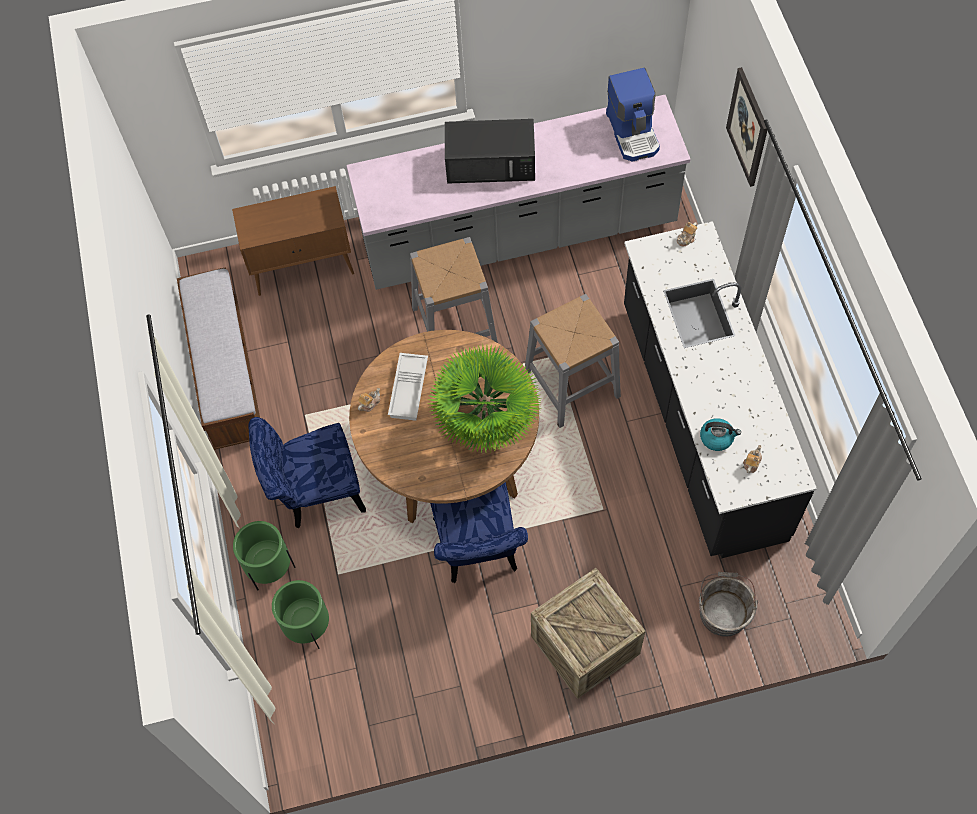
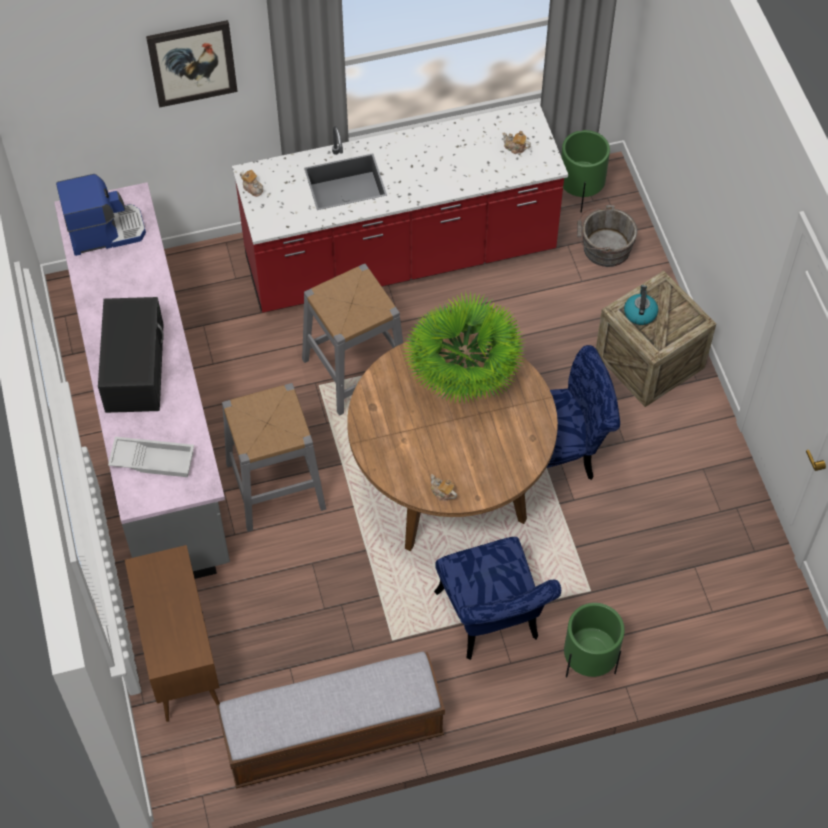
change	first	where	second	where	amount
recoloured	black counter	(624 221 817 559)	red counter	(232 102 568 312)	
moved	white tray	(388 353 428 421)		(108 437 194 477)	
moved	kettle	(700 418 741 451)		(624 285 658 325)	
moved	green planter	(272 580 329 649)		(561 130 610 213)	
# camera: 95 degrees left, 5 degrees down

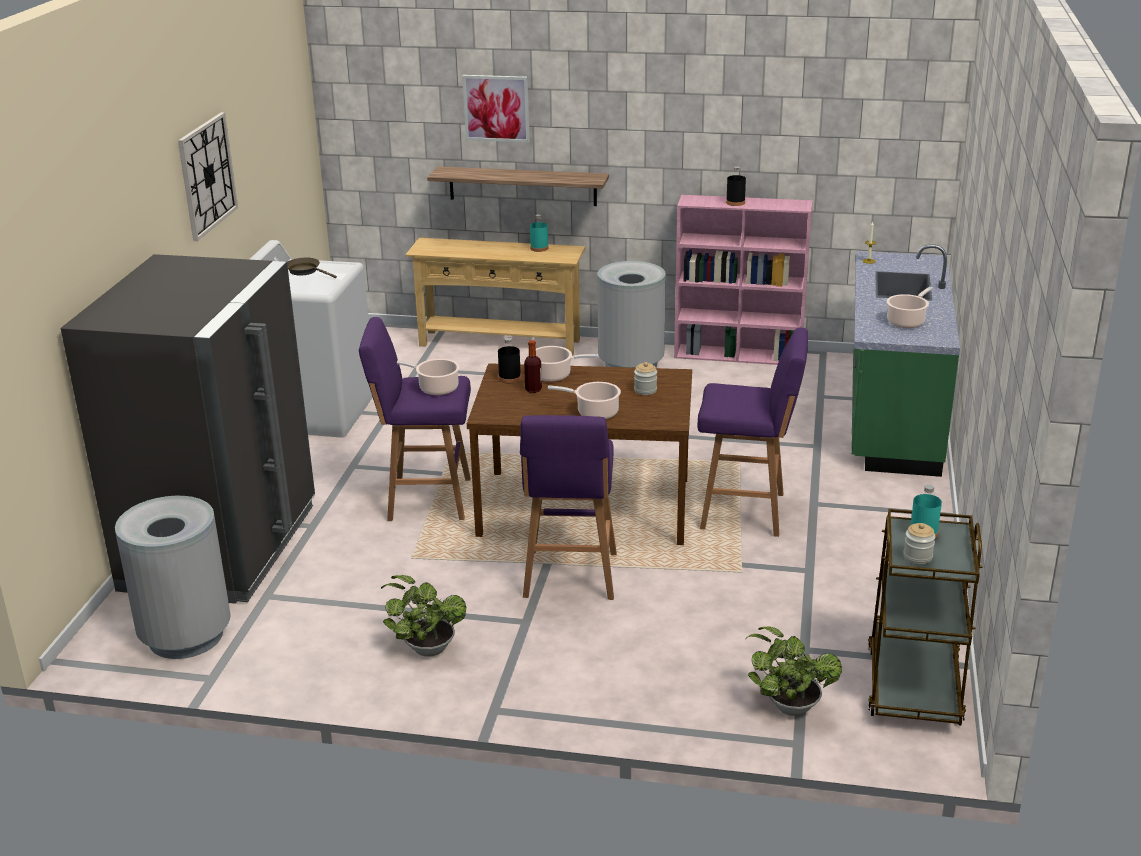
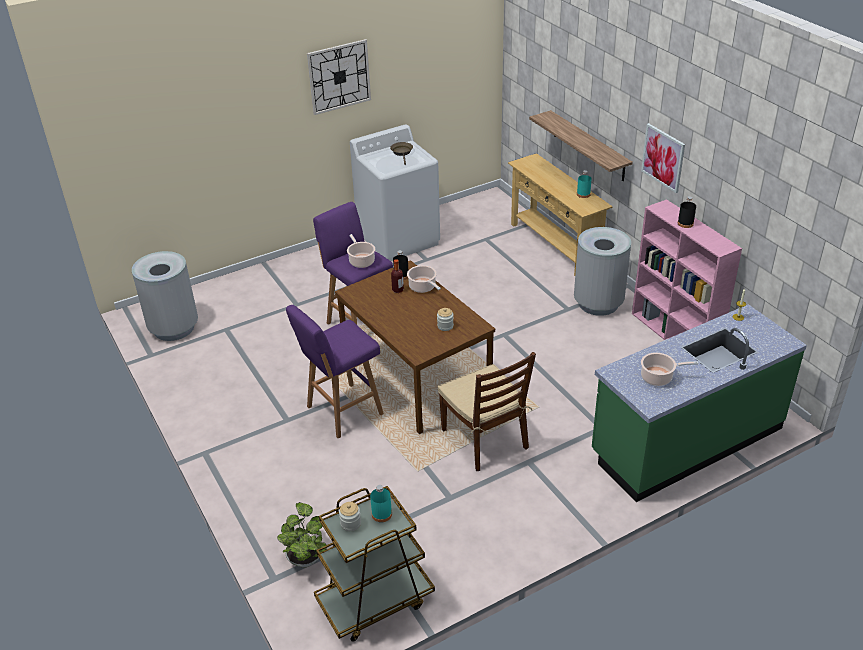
change	first	where	second	where	amount
moved	picture	(462 75 530 143)		(641 123 685 193)	
removed	grey fridge	(61 254 315 604)			
replaced	purple stool	(697 328 808 537)	brown chair	(438 352 536 471)	
removed	cooking pot	(548 382 621 419)			
removed	potted plant	(381 575 466 657)			
# camera: 50 degrees right, 10 degrees up

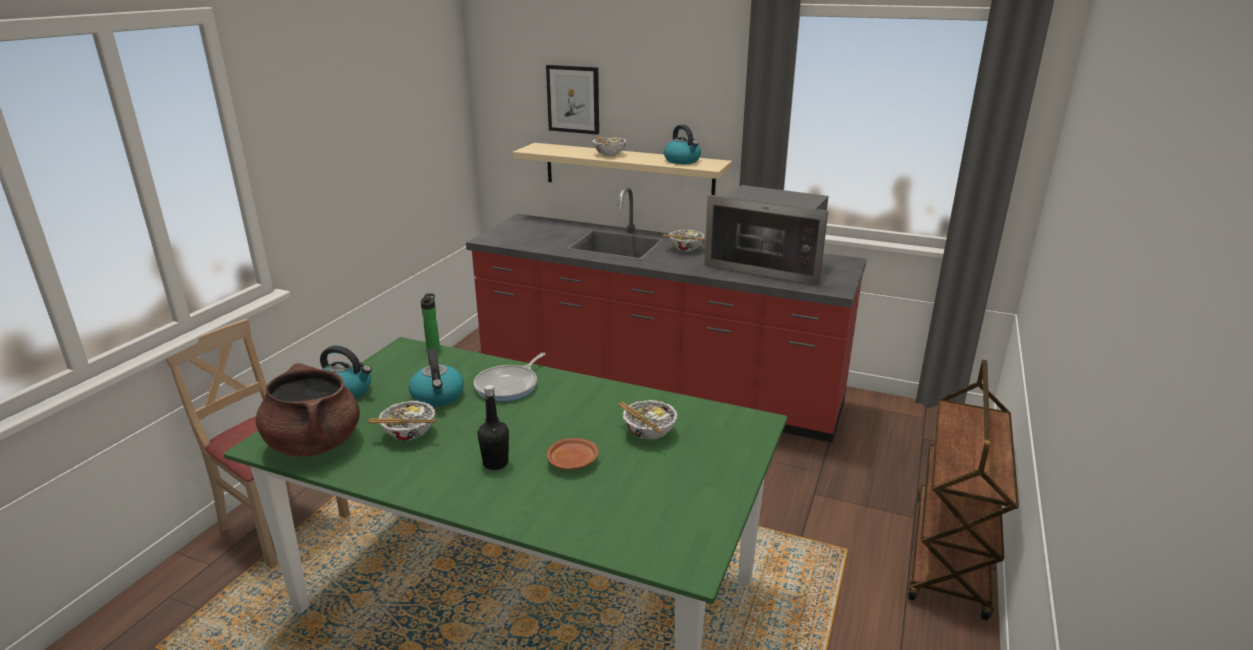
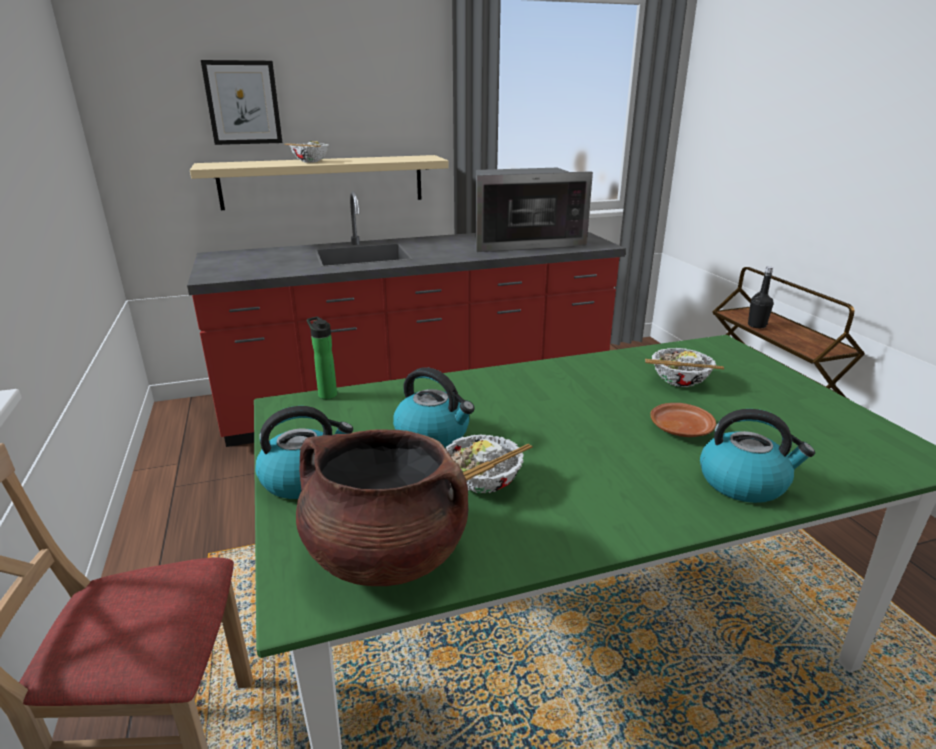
change	first	where	second	where	amount
moved	kettle	(664 125 701 164)		(700 409 815 503)	
removed	bowl	(662 230 705 252)			
removed	frying pan	(474 353 546 402)			
moved	black bottle	(477 385 509 470)		(748 266 773 328)	
# camera: 40 degrees left, 0 degrees up

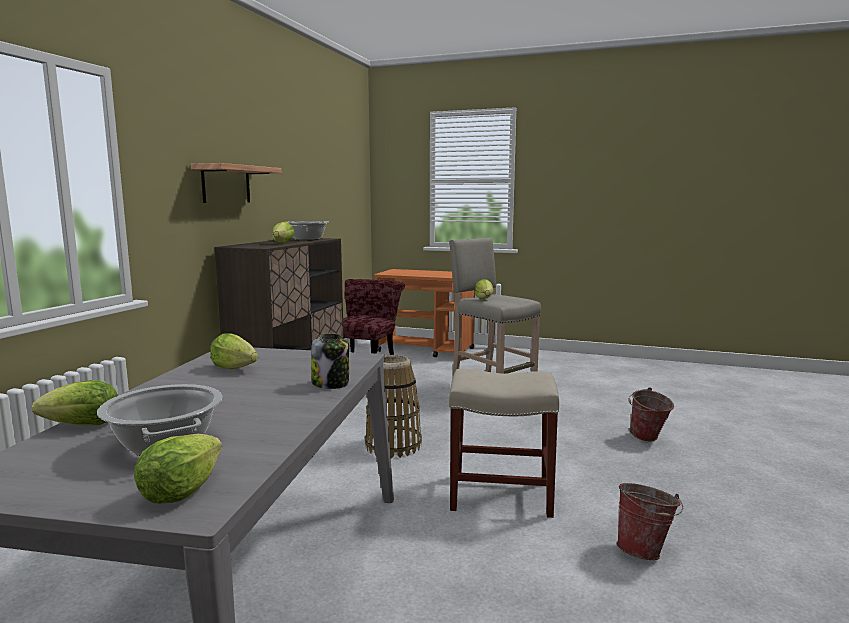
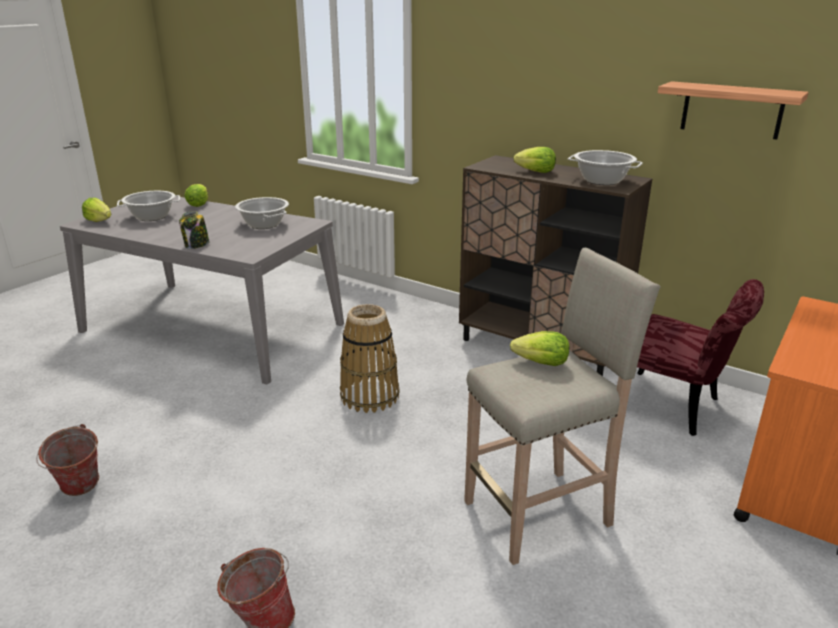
change	first	where	second	where	amount
moved	shelf	(191 163 282 203)		(658 81 809 140)	
replaced	lettuce	(210 334 258 369)	cooking pot	(235 197 289 229)	
removed	beige stool	(449 369 559 518)			
# camera: 105 degrees right, 15 degrees up

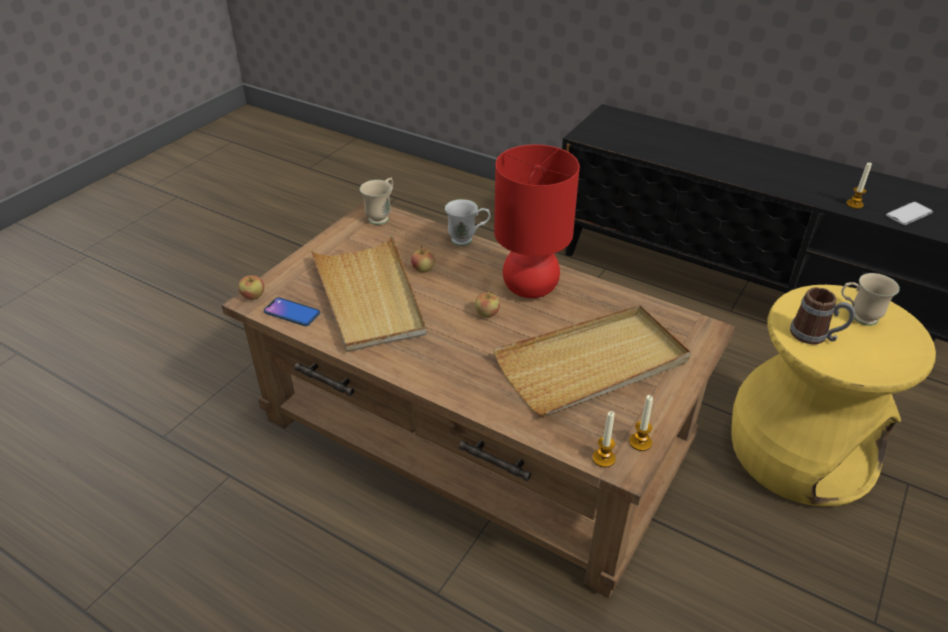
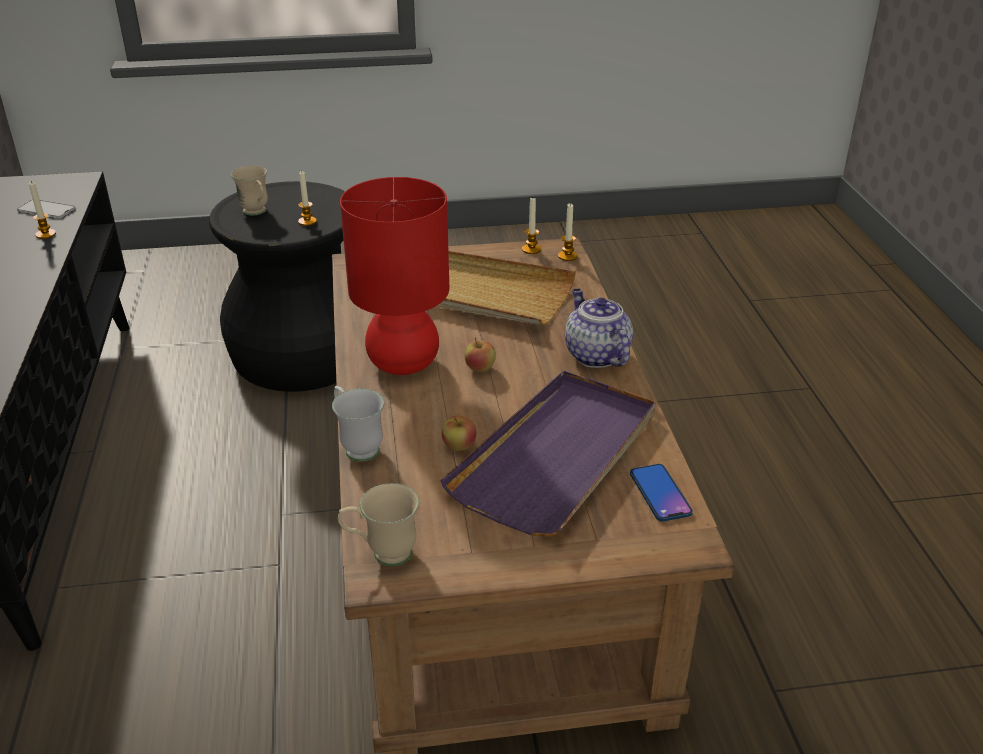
change	first	where	second	where	amount
recoloured	beige tray	(310 234 426 352)	purple tray	(440 371 656 537)	
removed	apple	(238 275 264 300)			
recoloured	yellow stool	(731 285 936 507)	black stool	(209 181 345 392)	
replaced	mug	(790 287 855 344)	candle	(298 171 317 226)	
added			teapot	(565 289 633 368)	
# camera: 130 degrees left, 5 degrees down

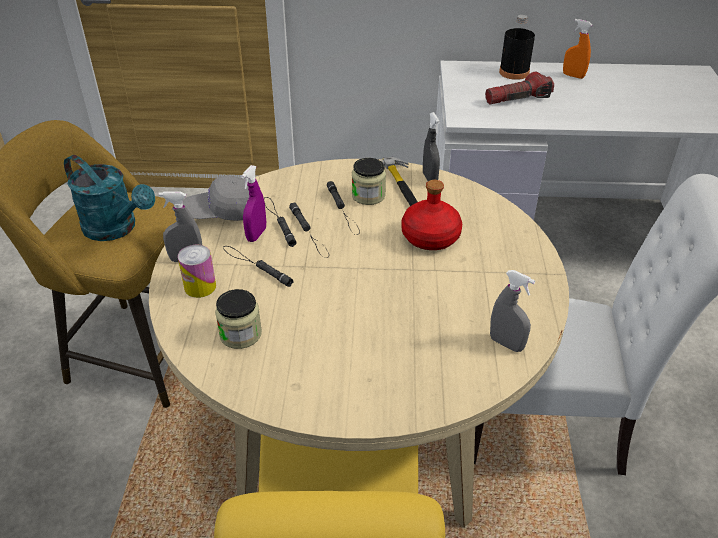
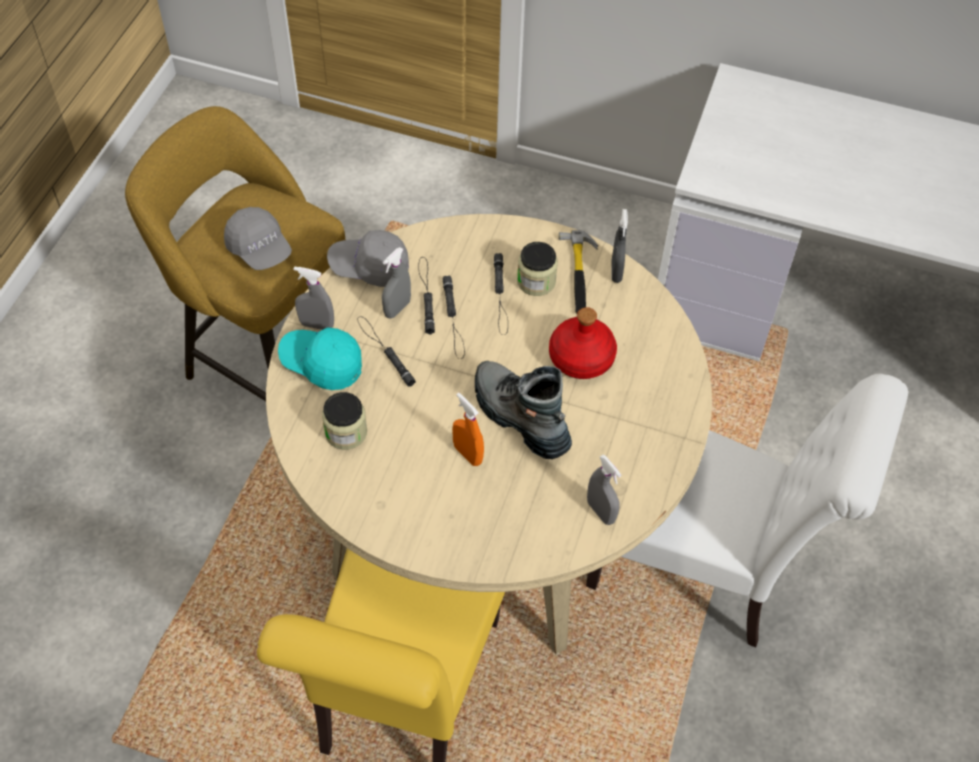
change	first	where	second	where	amount
removed	black bottle	(499 15 535 80)			
moved	orange spray bottle	(563 19 592 79)		(452 393 484 466)	
removed	flashlight	(485 72 554 105)			
replaced	turquoise watering can	(64 155 155 241)	grey cap	(224 207 292 270)	
recoloured	purple spray bottle	(241 165 266 242)	grey spray bottle	(382 247 411 319)	
replaced	can	(178 245 216 298)	turquoise cap	(278 327 362 390)	
added			boot	(475 361 572 459)	
# camera: 15 degrees right, 15 degrees up

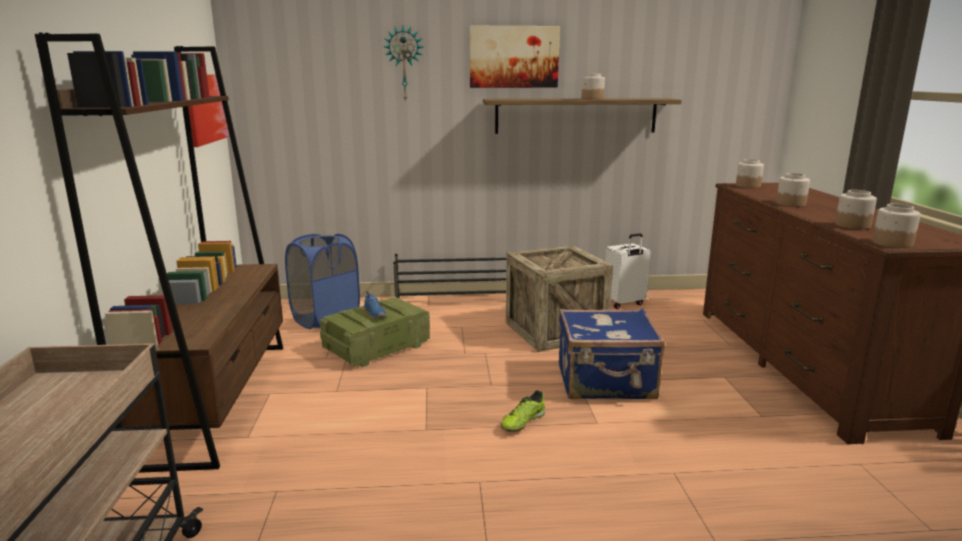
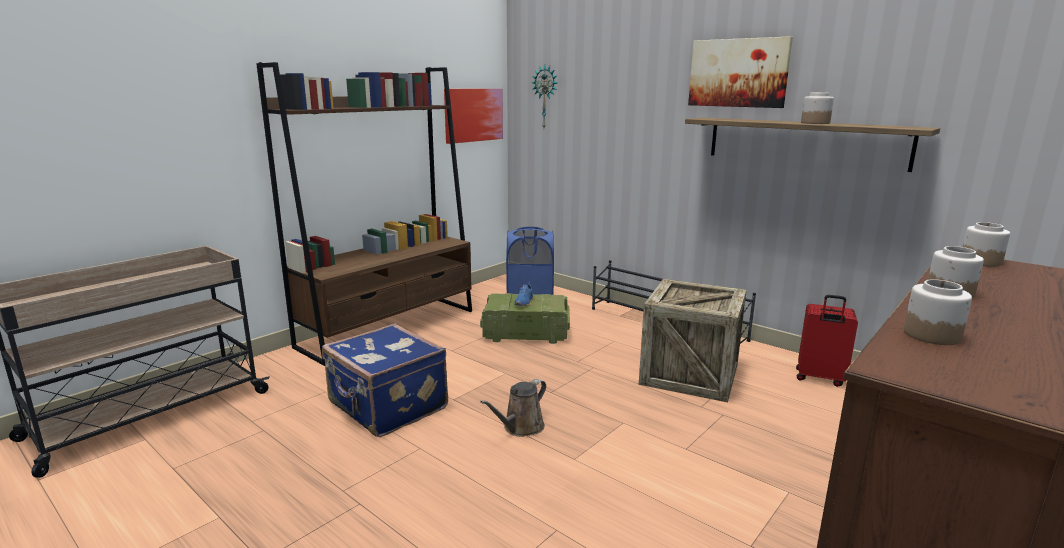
change	first	where	second	where	amount
moved	wall clock	(384 26 423 102)		(531 65 558 128)	
removed	jar	(872 204 921 248)			
recoloured	white suitcase	(605 233 651 309)	red suitcase	(796 295 858 387)	
moved	blue suitcase	(559 309 665 399)		(322 324 448 437)	
replaced	shoe	(501 390 545 432)	brown watering can	(480 379 546 437)	
# camera: 45 degrees right, 0 degrees up

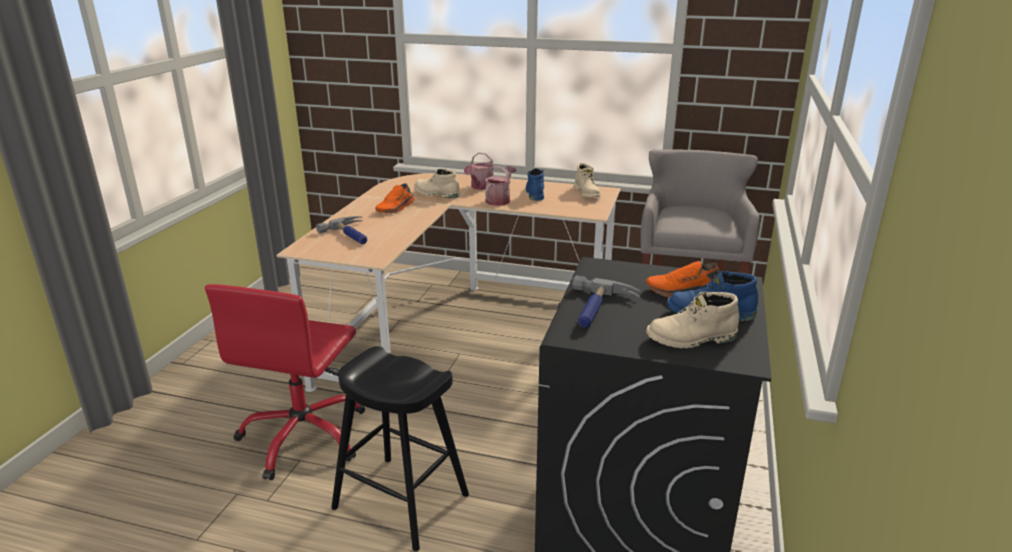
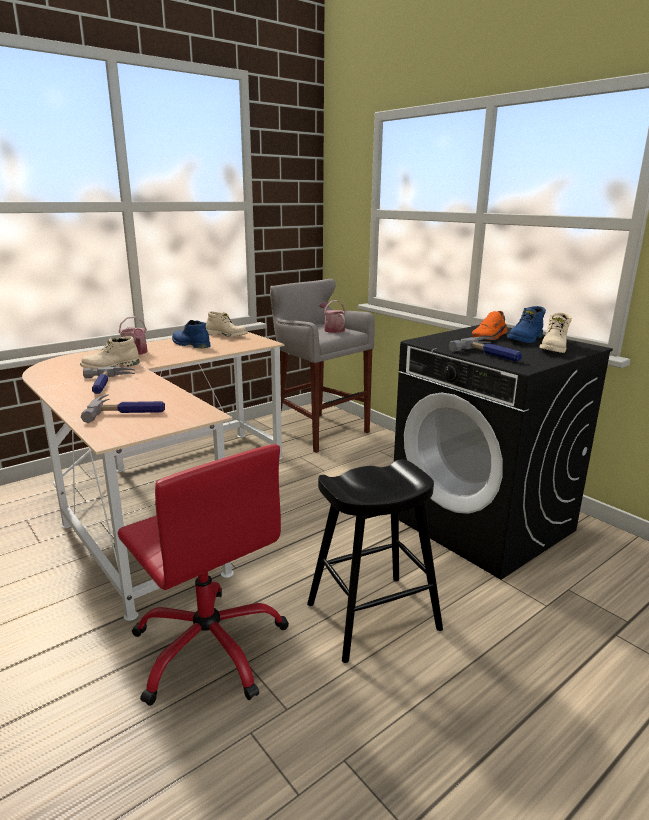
change	first	where	second	where	amount
moved	watering can	(485 166 517 206)		(319 300 345 333)	
replaced	orange shoe	(375 183 415 213)	hammer	(83 367 135 394)	
# camera: 55 degrees left, 5 degrees down

